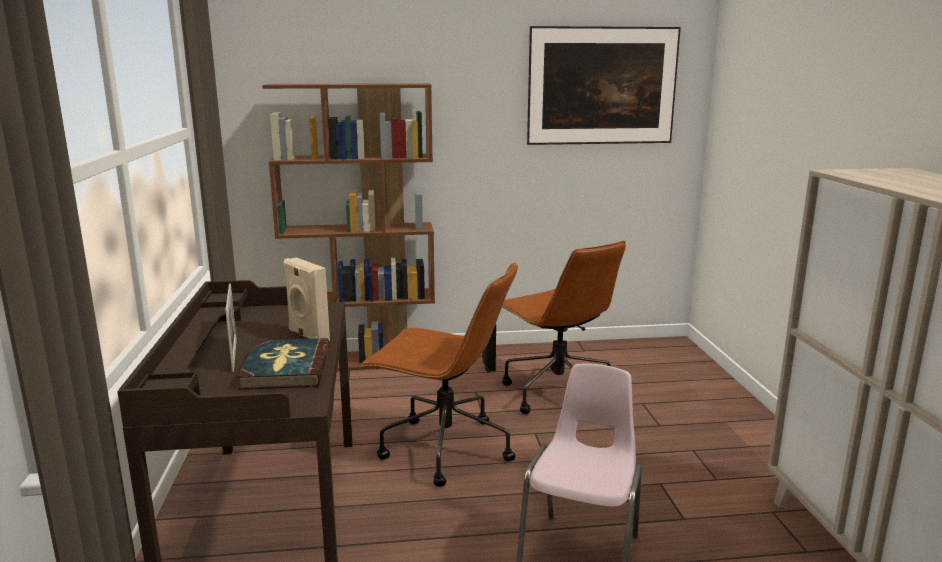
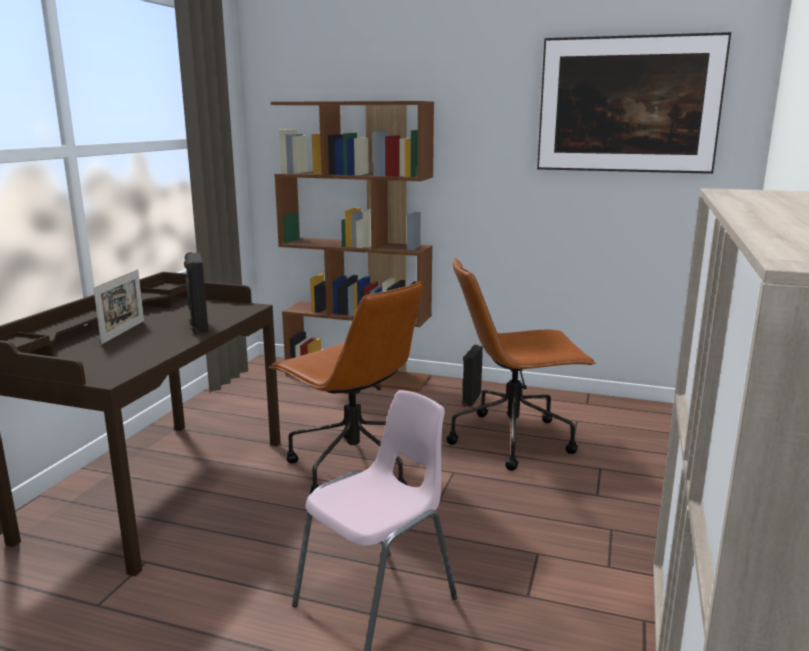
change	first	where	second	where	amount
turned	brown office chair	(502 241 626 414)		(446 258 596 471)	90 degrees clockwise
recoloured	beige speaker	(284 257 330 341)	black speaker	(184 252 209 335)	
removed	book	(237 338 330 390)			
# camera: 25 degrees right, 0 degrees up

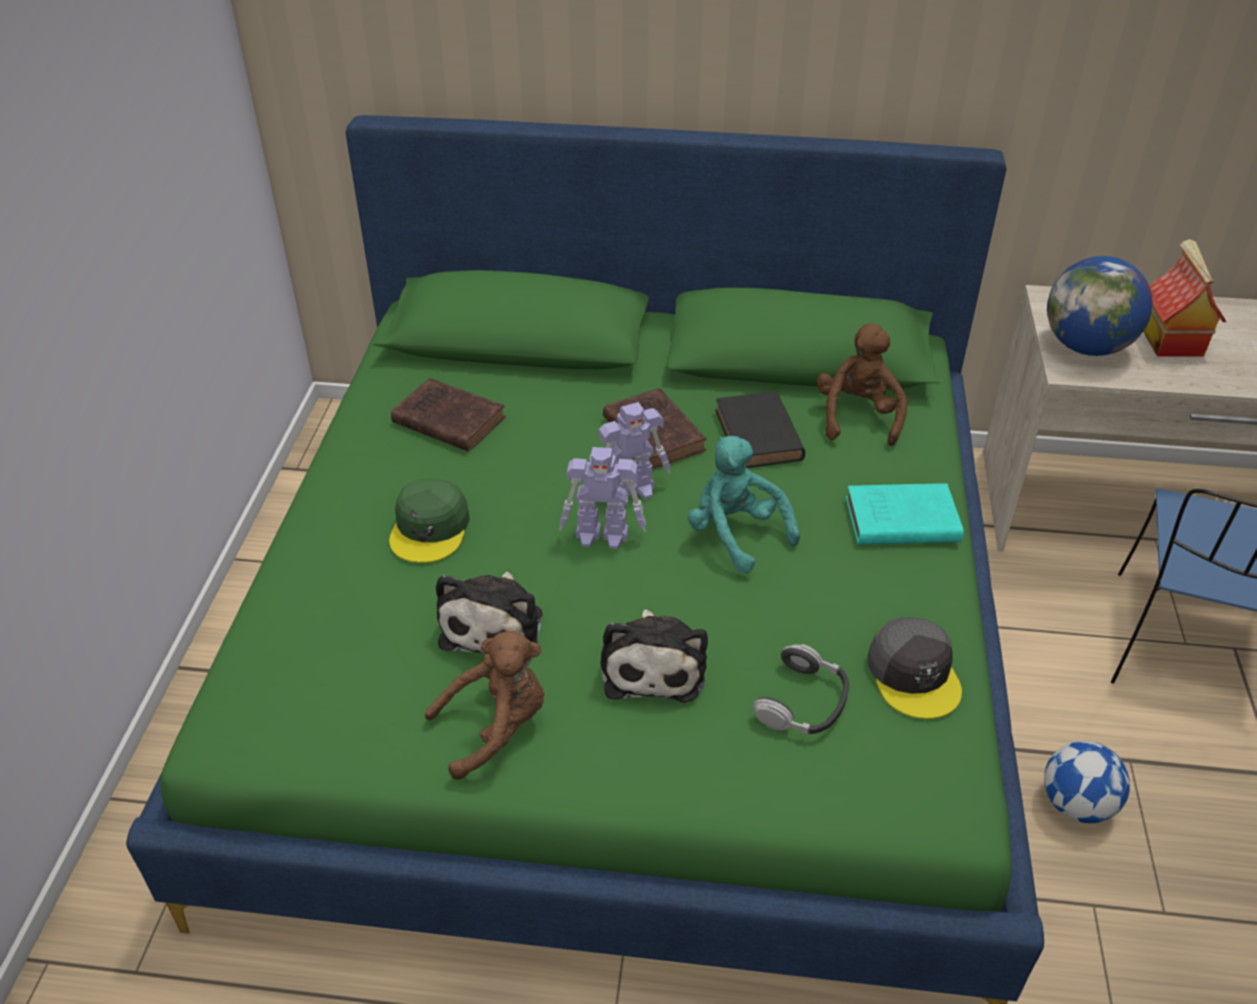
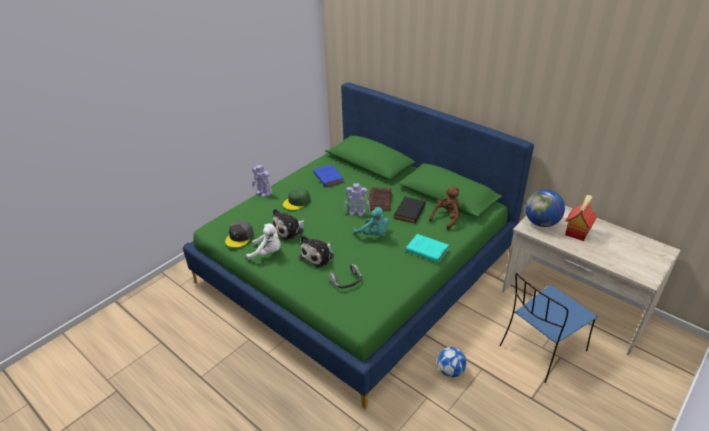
change	first	where	second	where	amount
recoloured	brown book	(391 378 506 452)	blue book	(313 164 344 187)	
turned	turquoise plush toy	(688 436 800 574)		(353 207 389 235)	135 degrees clockwise
moved	toy robot	(559 447 646 549)		(252 165 272 197)	
moved	grey cap	(868 617 962 719)		(225 221 254 248)	
recoloured	brown plush toy	(425 631 544 780)	white plush toy	(246 223 281 260)	
# camera: 35 degrees right, 5 degrees down

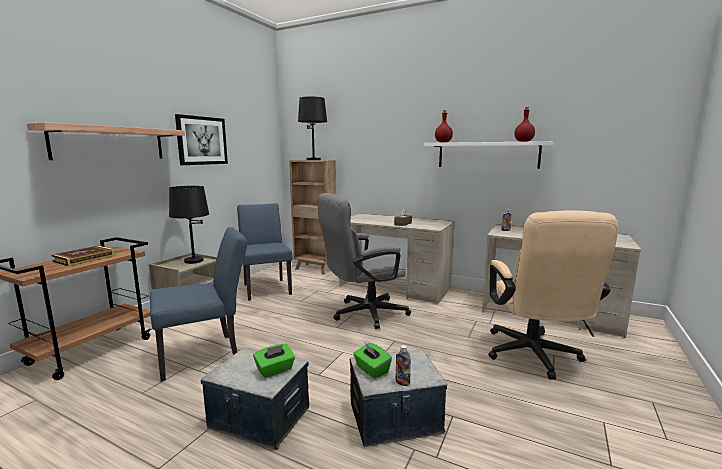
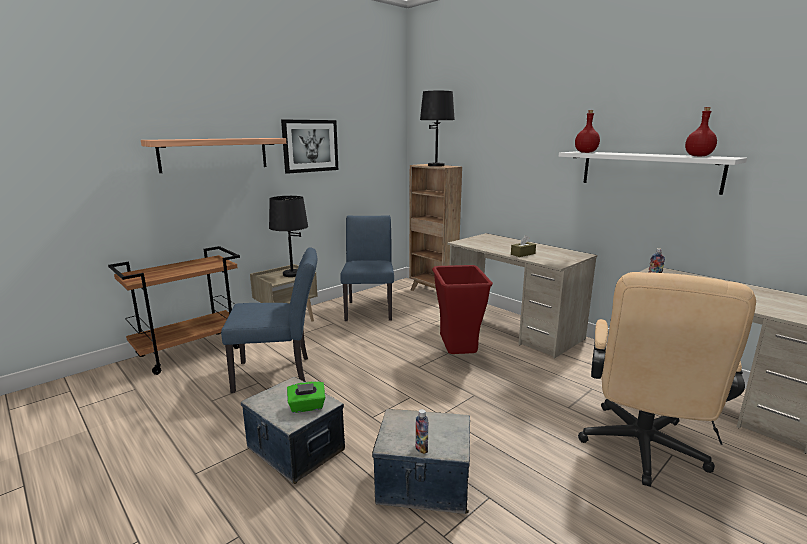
change	first	where	second	where	amount
replaced	grey office chair	(318 193 411 329)	red trash can	(432 265 493 354)	
removed	book	(51 246 115 266)			
removed	green tissue box	(353 343 392 379)			
# camera: 20 degrees right, 5 degrees up

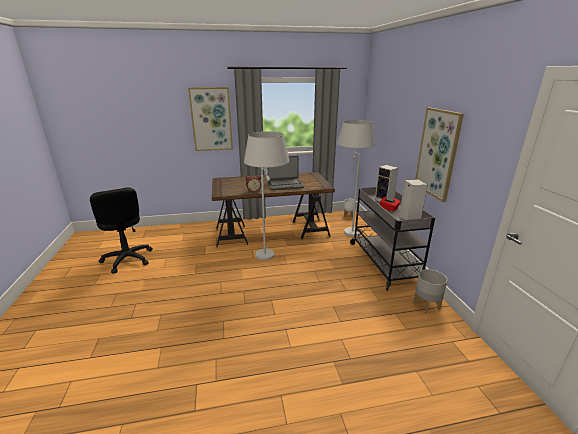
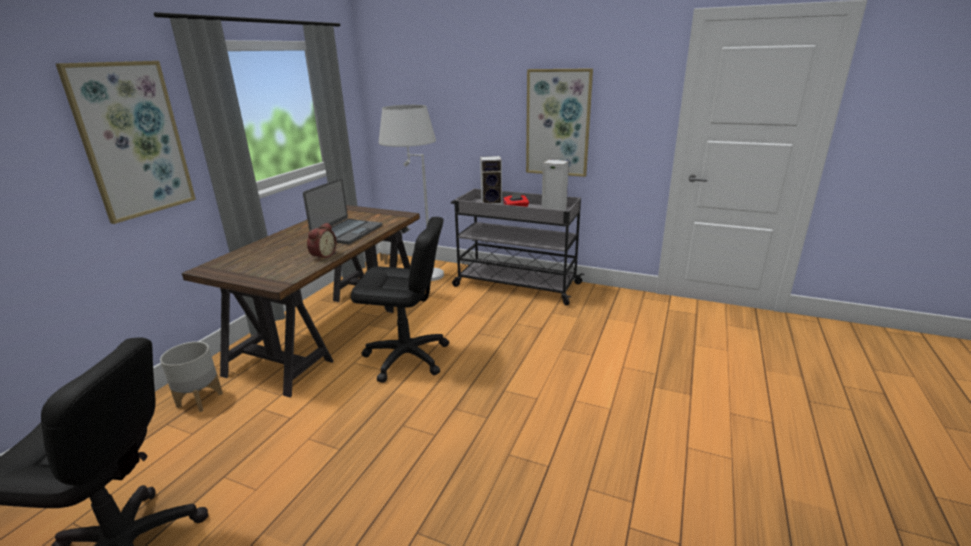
change	first	where	second	where	amount
replaced	white floor lamp	(244 131 289 260)	black office chair	(351 217 449 382)	
moved	grey planter	(413 269 447 314)		(160 341 223 412)	
# camera: 55 degrees left, 0 degrees up

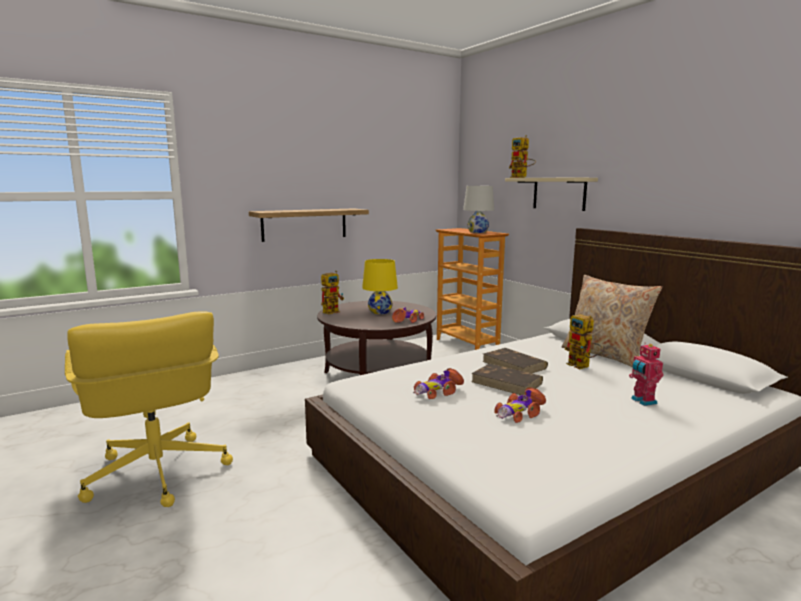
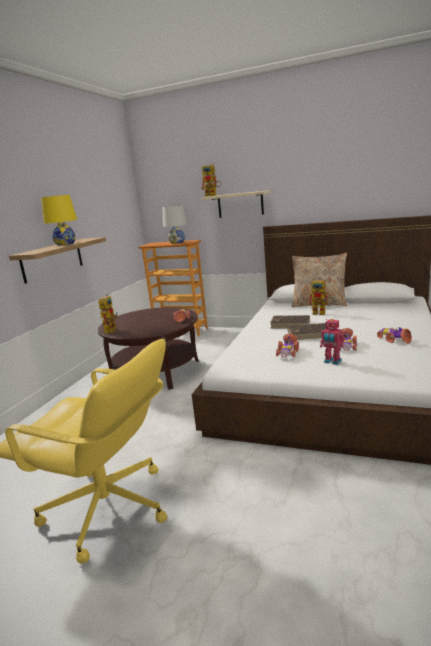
change	first	where	second	where	amount
moved	yellow table lamp	(362 259 398 314)		(41 195 77 246)	
moved	toy robot	(629 344 664 406)		(320 319 345 365)	
added			toy car	(377 327 412 344)	
# camera: 35 degrees left, 5 degrees up

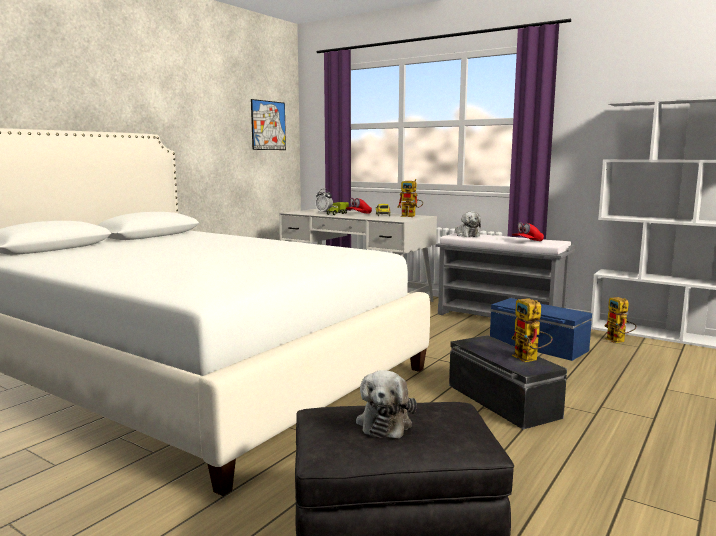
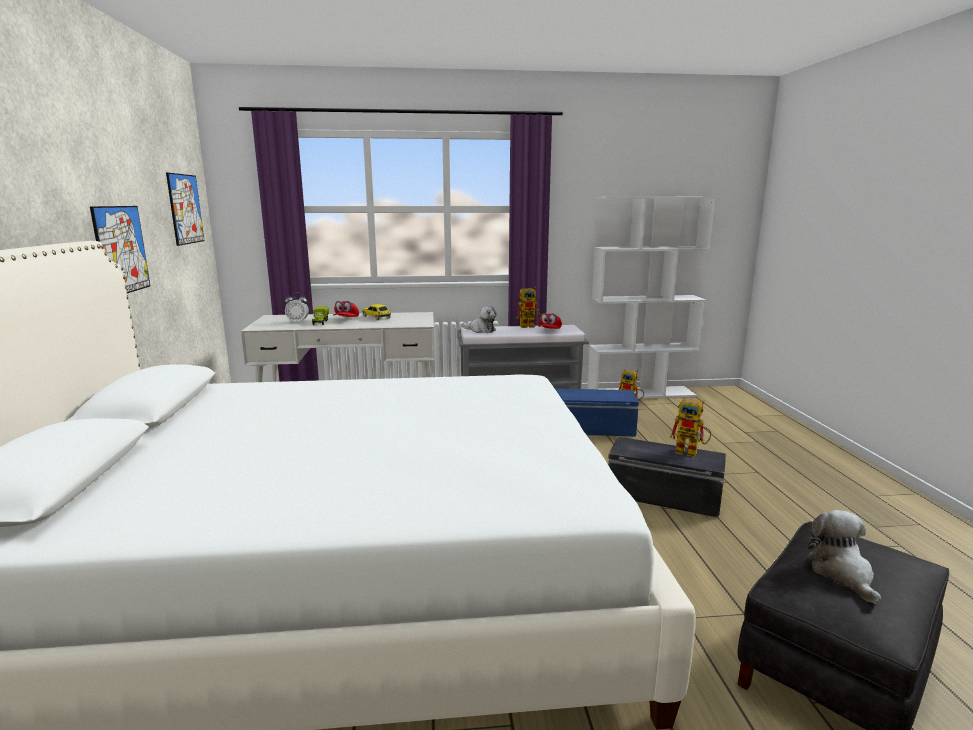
change	first	where	second	where	amount
moved	toy robot	(397 179 423 217)		(517 287 540 328)	
turned	plush toy	(356 370 417 438)		(808 510 881 604)	150 degrees counterclockwise
added			picture	(90 206 150 293)	
# camera: 40 degrees left, 5 degrees up

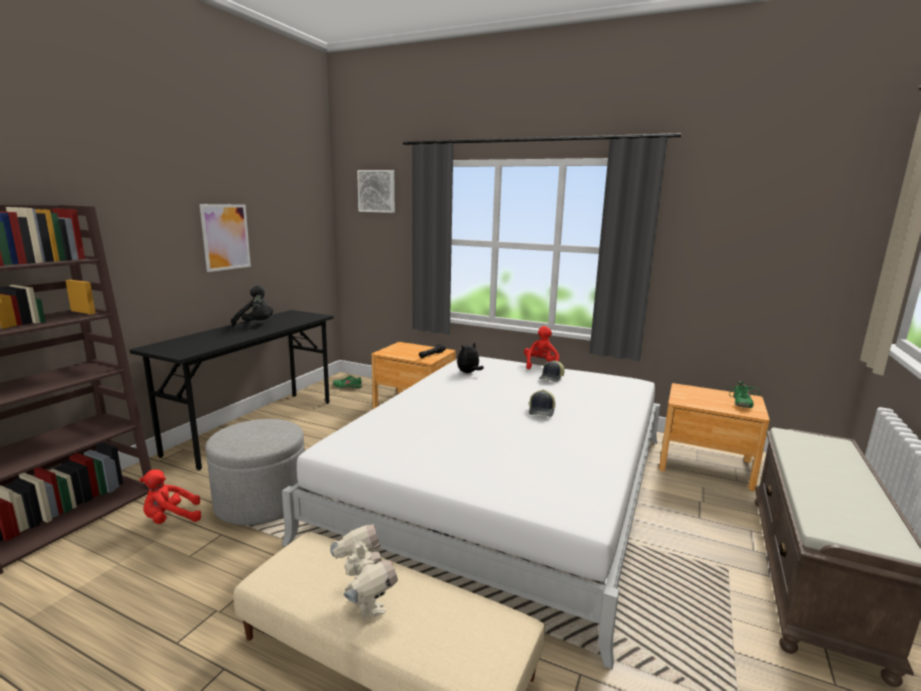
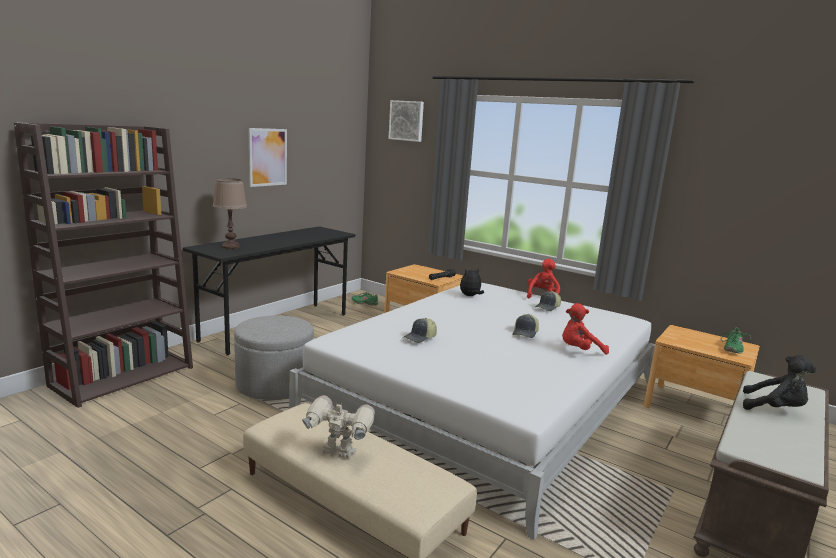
change	first	where	second	where	amount
moved	black plush toy	(231 285 273 326)		(743 355 816 410)	
moved	red plush toy	(139 470 201 524)		(562 303 609 355)	
turned	toy robot	(330 524 398 619)		(302 395 375 459)	60 degrees counterclockwise
added			brown table lamp	(213 178 247 249)	
added			cap	(404 318 437 343)	
# camera: 10 degrees right, 0 degrees up

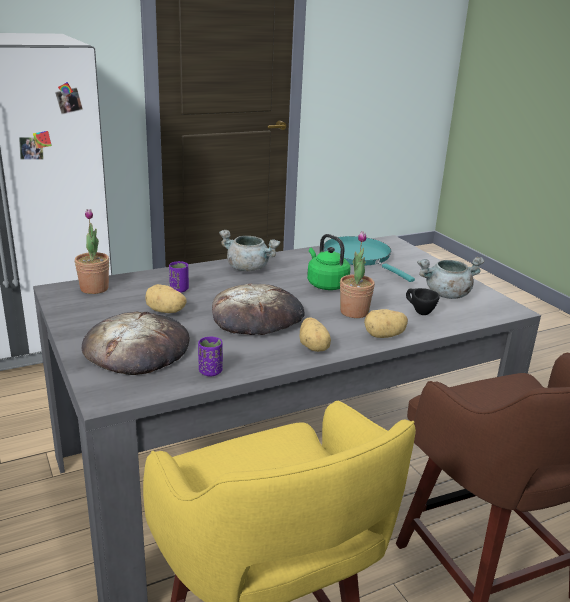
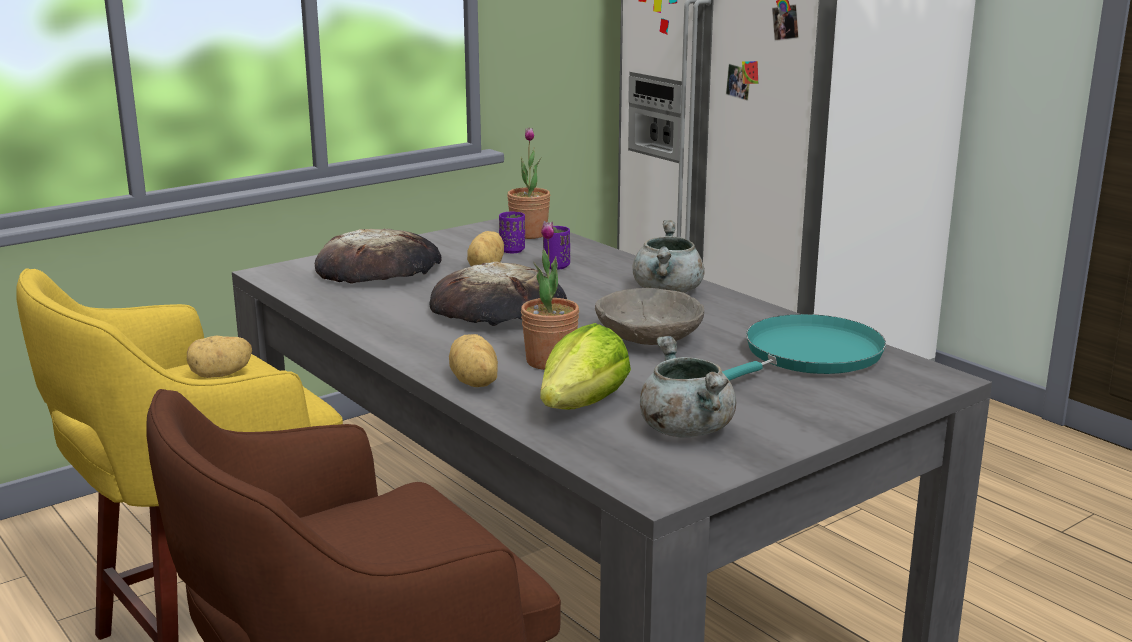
change	first	where	second	where	amount
replaced	green kettle	(307 234 350 290)	grey bowl	(595 288 704 345)	
replaced	black cup	(406 288 440 315)	lettuce	(540 323 631 409)	
moved	potato	(299 317 331 352)		(187 336 252 378)	
moved	purple cup	(198 337 223 377)		(499 212 525 253)	
# camera: 80 degrees right, 5 degrees down

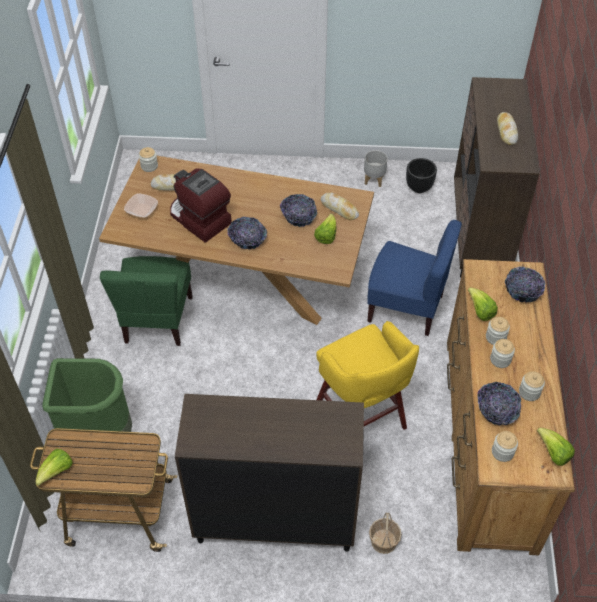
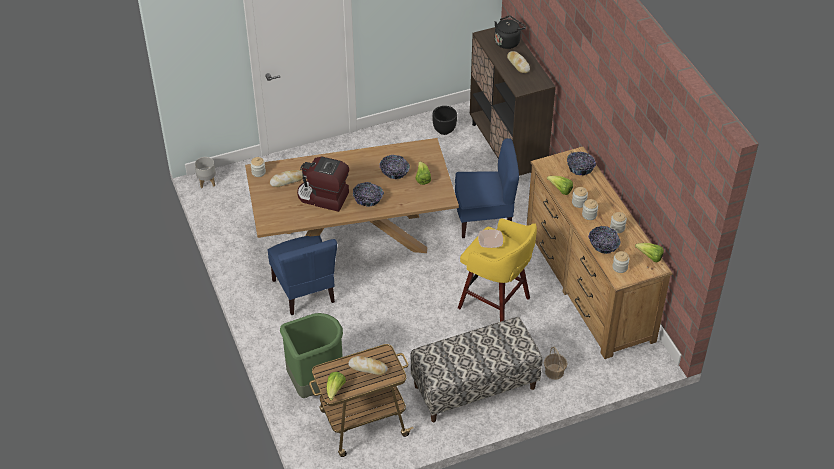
change	first	where	second	where	amount
moved	grey planter	(364 150 387 187)		(195 157 216 188)	
moved	bread	(321 193 359 220)		(348 356 388 375)	
moved	bowl	(124 194 158 217)		(478 229 503 248)	
recoloured	green chair	(100 256 193 346)	blue chair	(267 236 337 315)	
replaced	brown cabinet	(175 394 364 552)	bench	(410 317 542 422)	
added			black kettle	(495 16 526 49)	
# camera: 25 degrees left, 5 degrees down

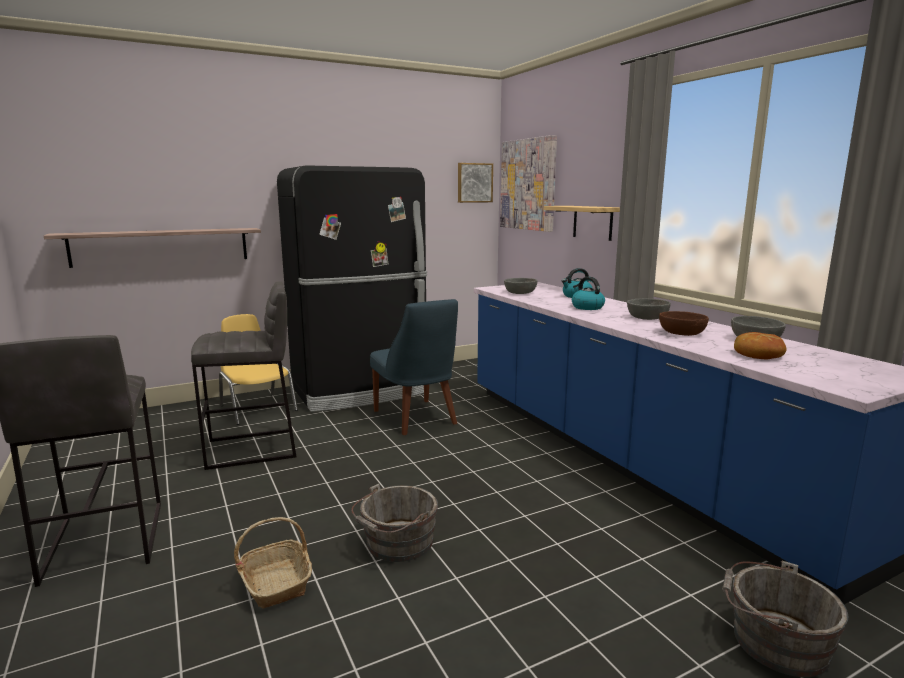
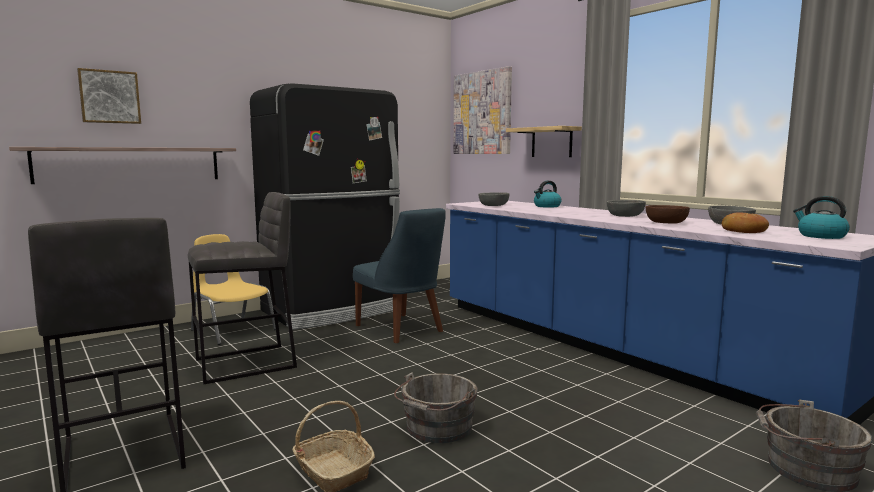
change	first	where	second	where	amount
moved	picture	(458 163 493 203)		(77 68 141 124)	
moved	kettle	(572 277 605 310)		(793 196 850 239)	
# camera: 10 degrees left, 5 degrees down

